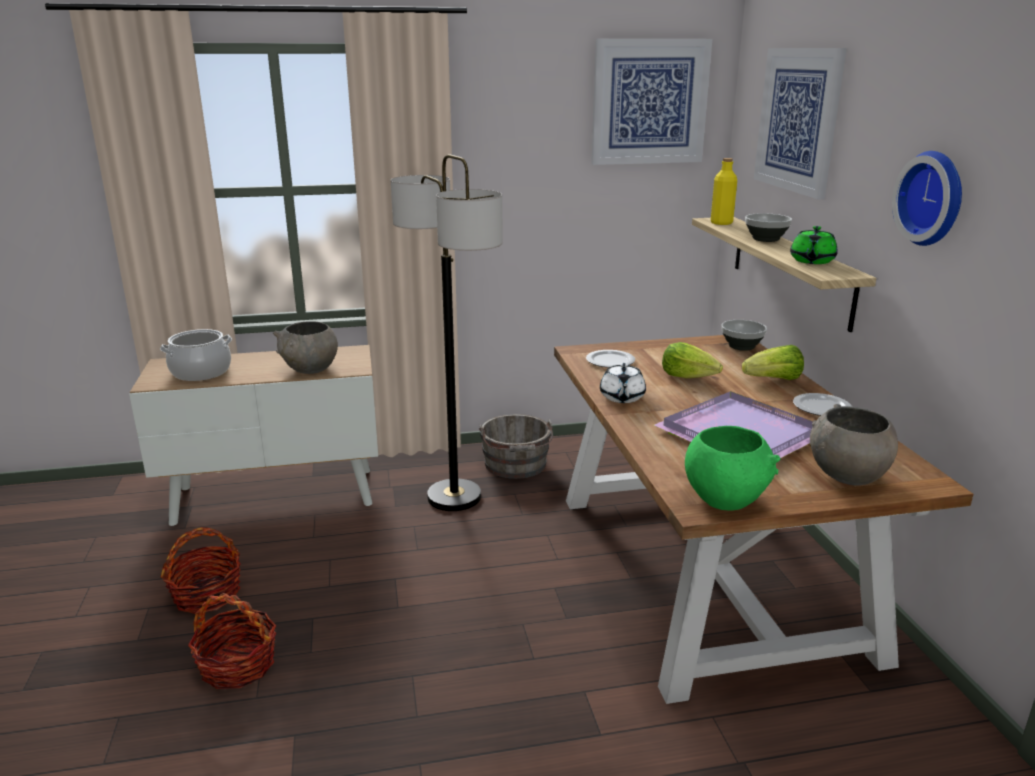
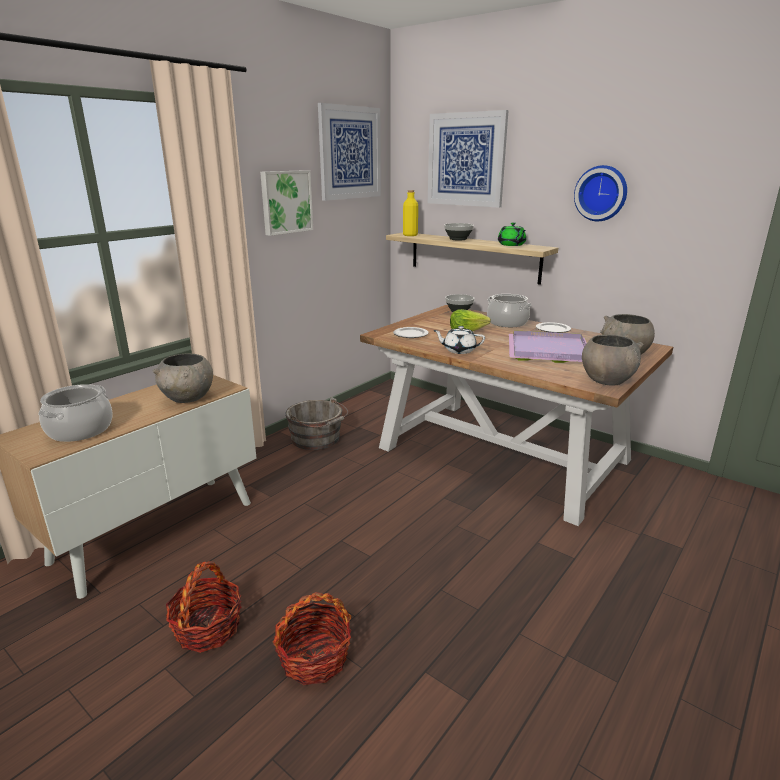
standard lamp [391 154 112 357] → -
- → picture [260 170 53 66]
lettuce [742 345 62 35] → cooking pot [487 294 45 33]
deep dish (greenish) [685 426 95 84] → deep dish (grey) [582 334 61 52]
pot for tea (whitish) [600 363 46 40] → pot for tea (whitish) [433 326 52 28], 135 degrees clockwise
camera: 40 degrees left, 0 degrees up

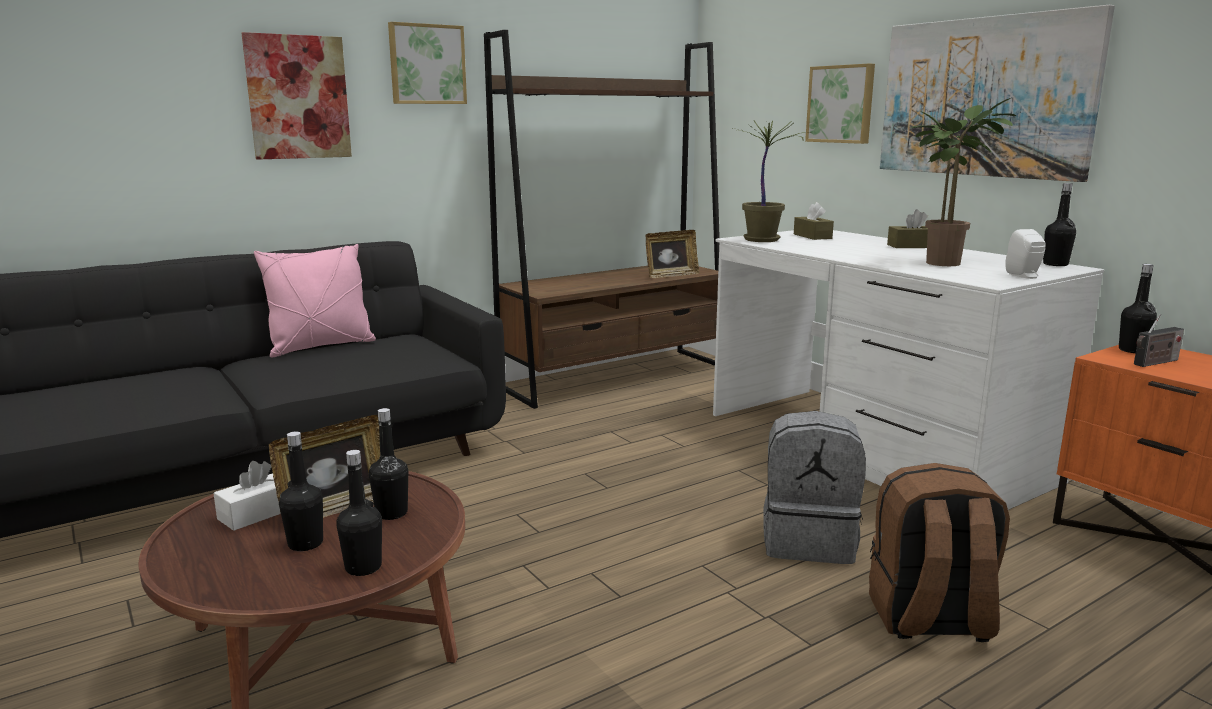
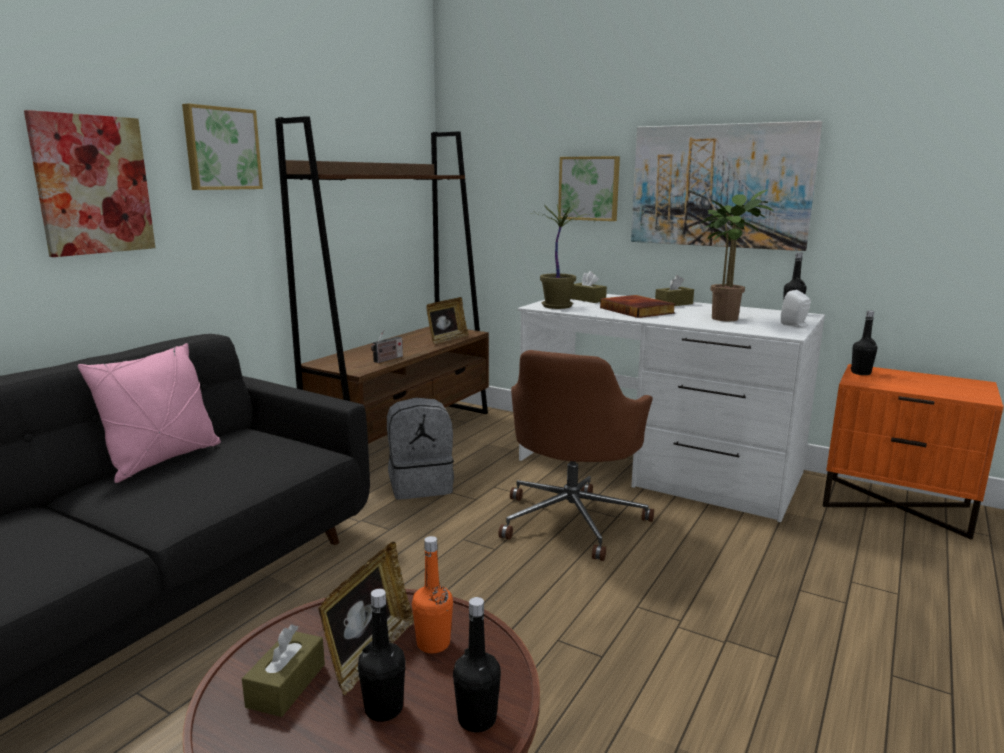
backpack (brown-coloured) [869 463 141 179] → -
- → desk chair (brown-coloured) [498 350 156 211]
- → book [600 295 75 23]
backpack (grey) [763 411 103 153] → backpack (grey) [387 398 67 102], shifted
radio receiver [1134 314 50 53] → radio receiver [371 330 32 33], shifted
tissue holder (whitish) [213 461 68 70] → tissue holder (brown-coloured) [242 624 83 93]
drink bottle (black-coloured) [369 408 39 112] → drink bottle (orange-coloured) [412 536 41 118]
camera: 25 degrees left, 0 degrees up

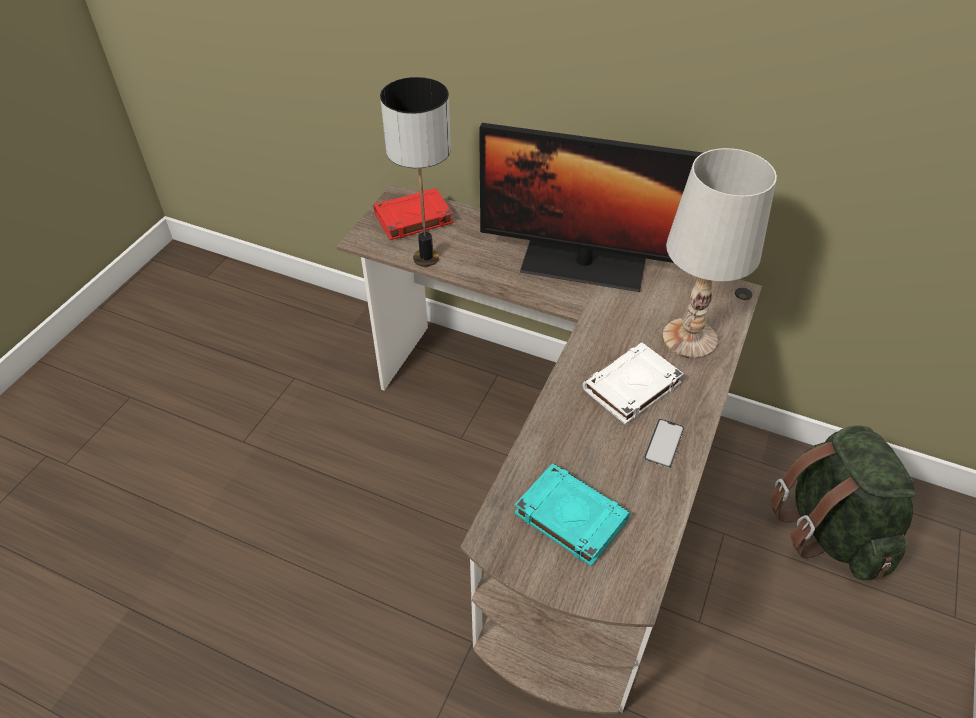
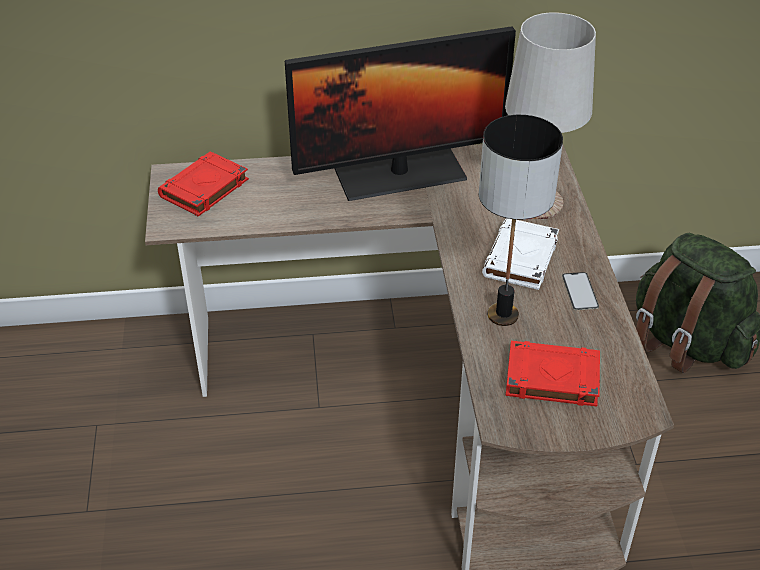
table lamp [380 77 71 190] → table lamp [479 115 84 211], shifted
book (turquoise-coloured) [514 463 116 103] → book (red-coloured) [506 341 94 65]
camera: 30 degrees left, 5 degrees down

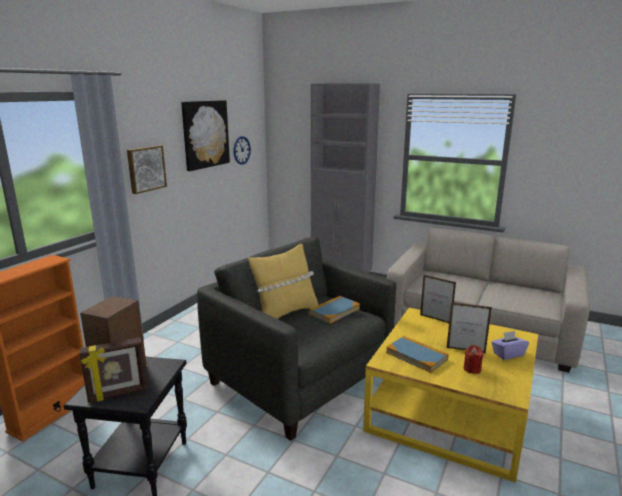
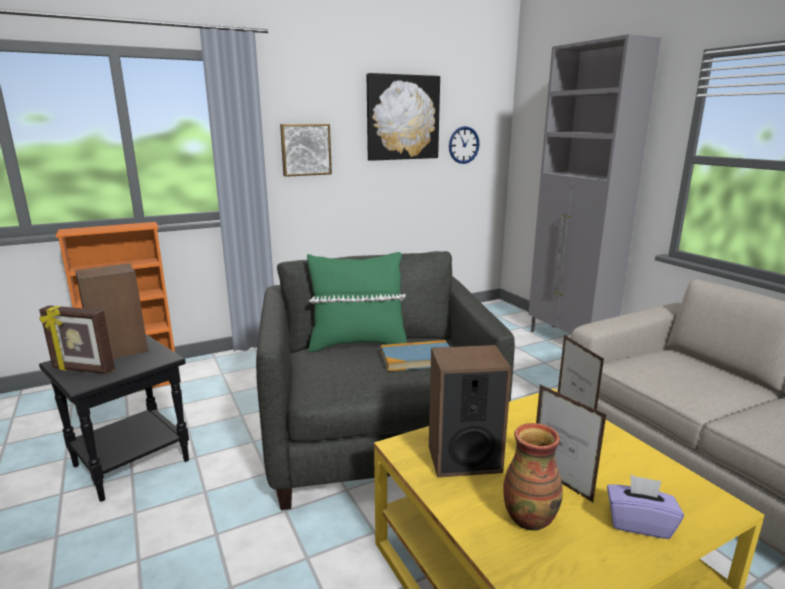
book [386 336 62 37] → loudspeaker [429 345 83 132]
wax candle (red-coloured) [464 345 19 29] → vase [503 423 60 108]
cushion (yellowish) [248 244 70 75] → cushion (greenish) [307 252 100 100]
camera: 35 degrees right, 0 degrees up

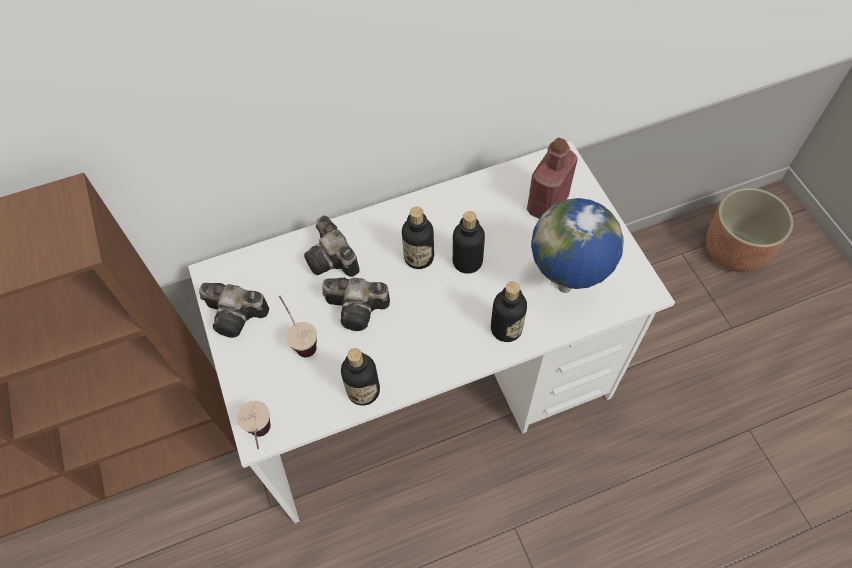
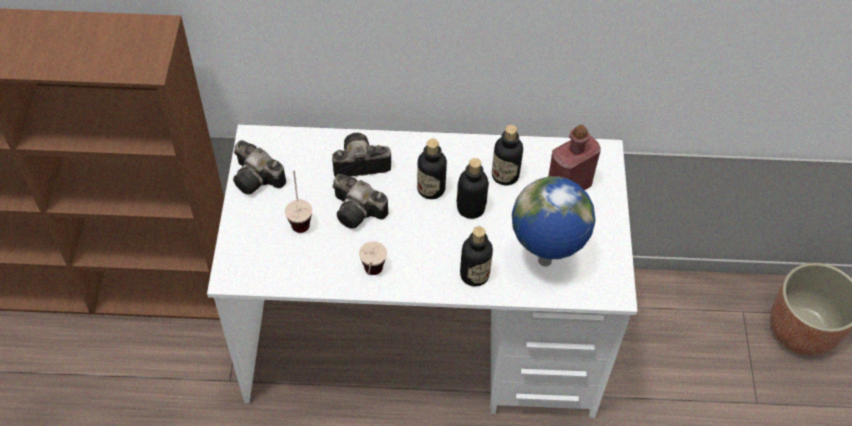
cup [237 401 34 48] → cup [359 241 28 34], shifted
drink bottle [341 348 39 57] → drink bottle [492 125 31 61], shifted
photo camera [304 215 55 62] → photo camera [332 133 59 44], 90 degrees clockwise
camera: 20 degrees right, 5 degrees down

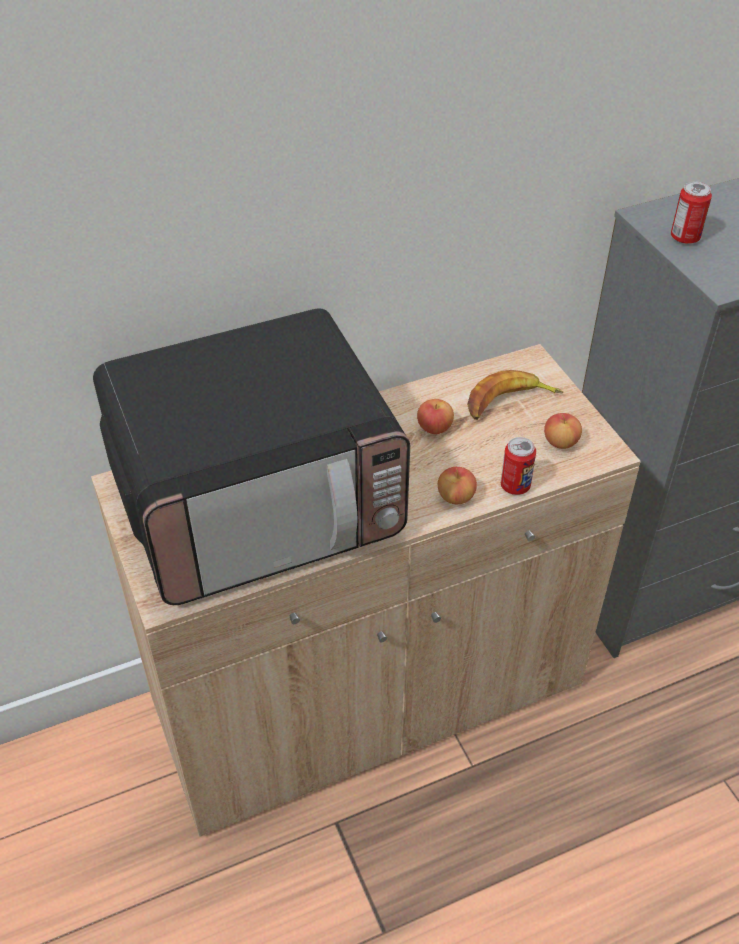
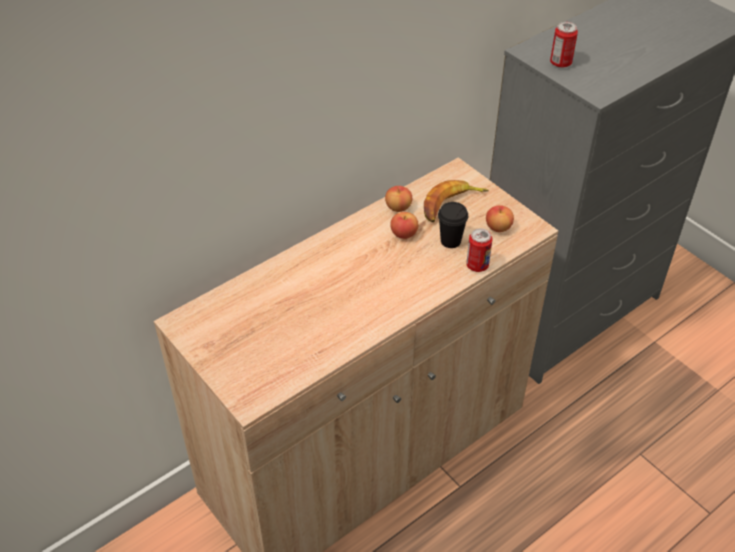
microwave [93 308 317 297] → -
- → cup (black-coloured) [438 202 30 46]
apple [438 467 39 37] → apple [385 186 27 26], shifted
camera: 15 degrees left, 0 degrees up

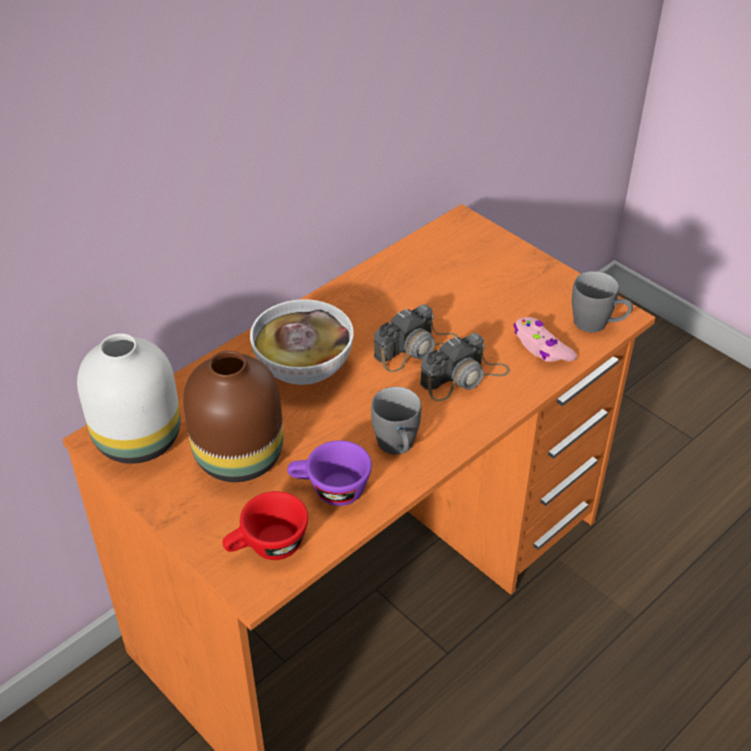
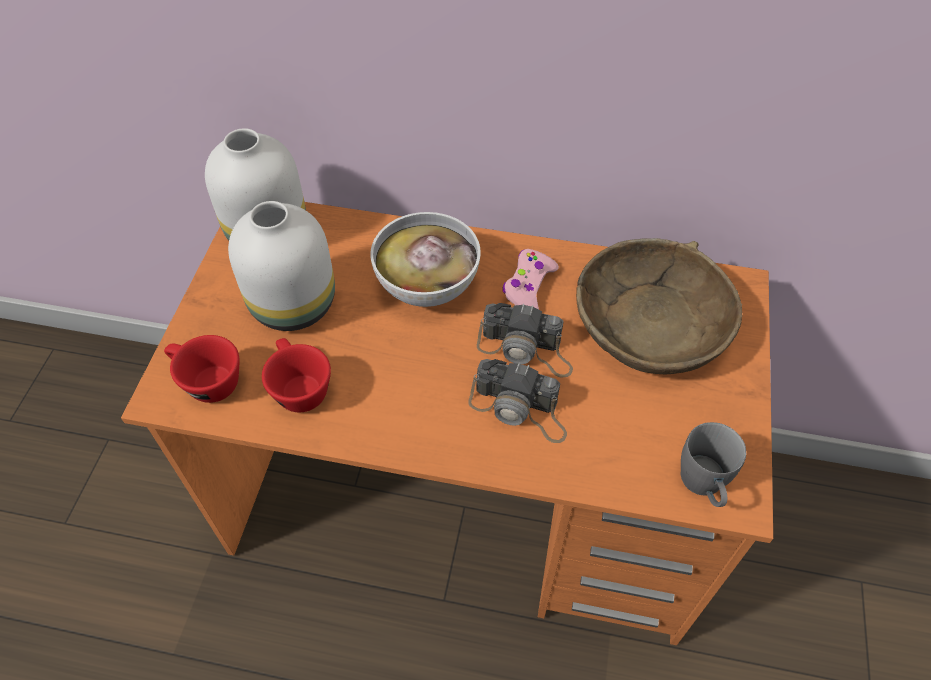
coffee mug (grey) [371 387 50 67] → -
- → deep dish (brown-coloured) [576 238 166 136]
game controller (pink-coloured) [514 317 63 45] → game controller (pink-coloured) [502 249 57 60], shifted
vase (brown-coloured) [183 351 100 131] → vase (whitish) [228 201 107 130]
cup (purplish) [287 440 85 66] → cup (red-coloured) [262 338 69 74]
camera: 55 degrees right, 10 degrees up

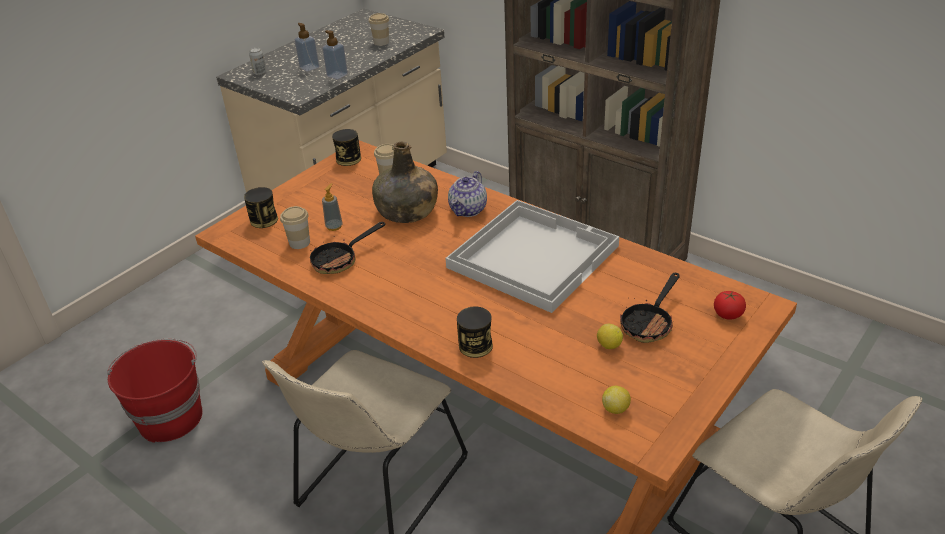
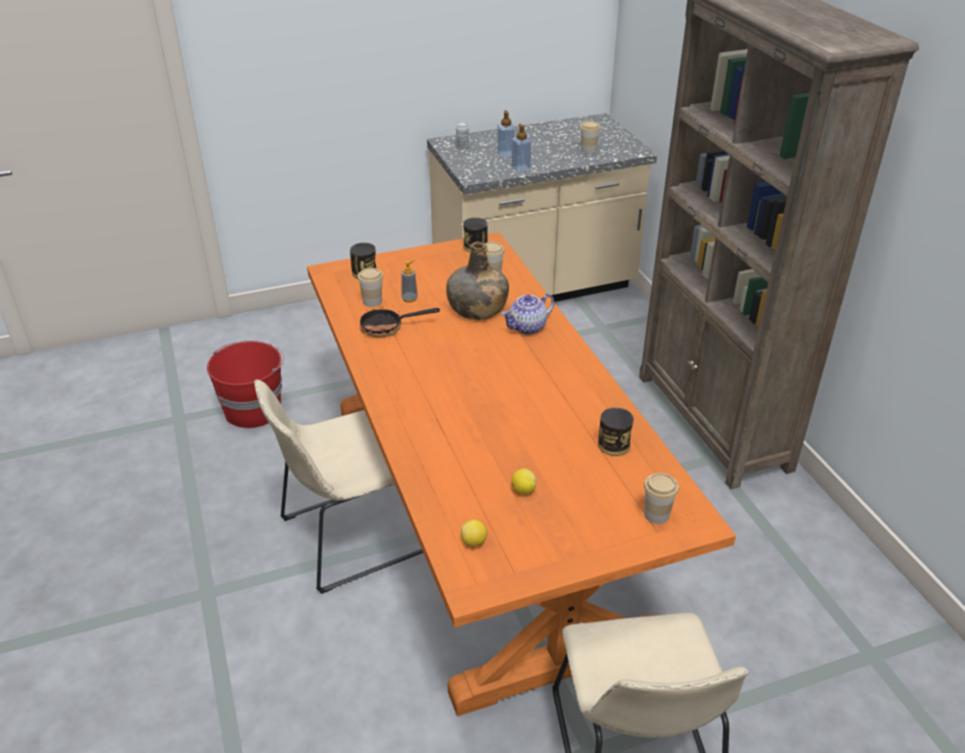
tray (whitish) [446 200 173 113] → -
skillet [620 273 60 70] → -
sealed can [457 307 36 51] → sealed can [598 408 36 48], shifted
whole tomato [714 291 32 29] → cup [644 473 35 51]
camera: 30 degrees right, 0 degrees up

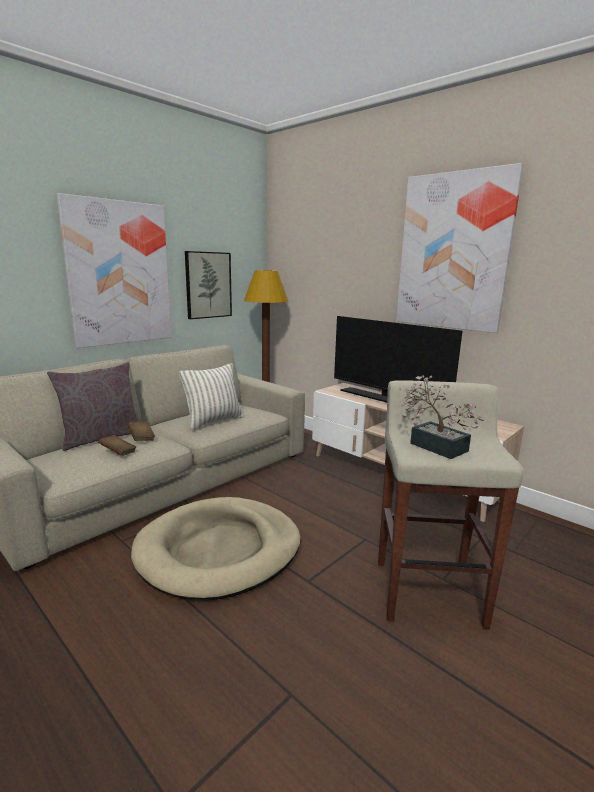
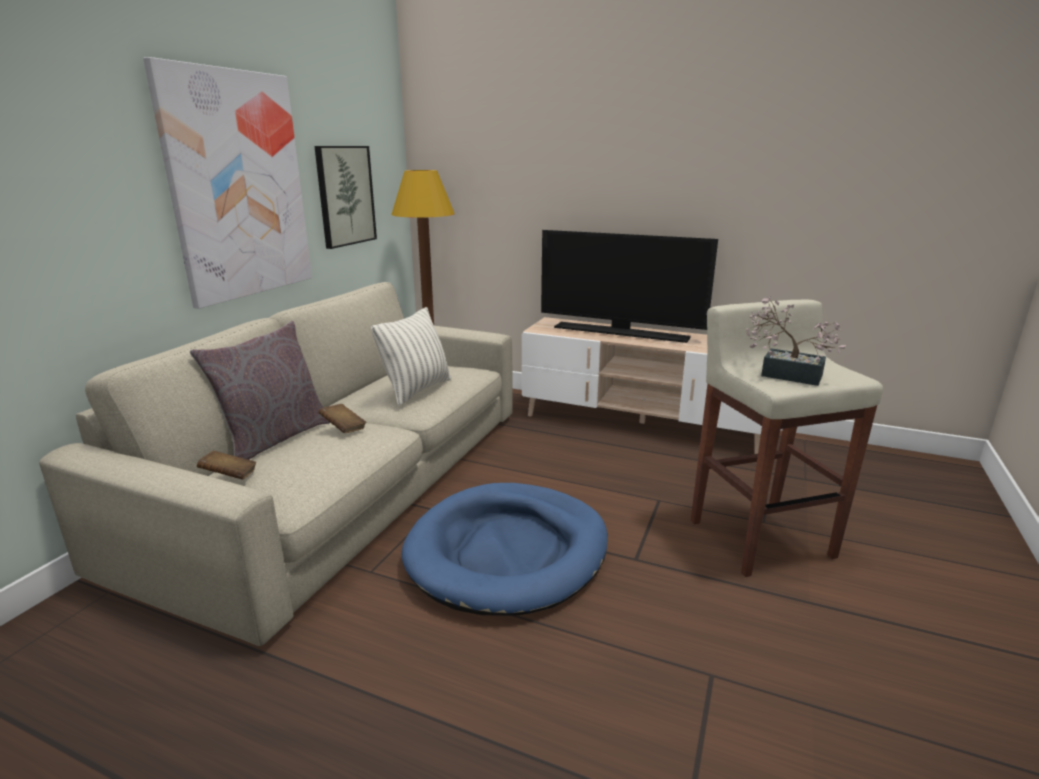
picture [396 163 128 170] → -
book (brown-coloured) [98 435 38 21] → book (brown-coloured) [197 450 60 30], shifted
pet bed (sand-coloured) [131 497 169 103] → pet bed (bluish) [401 483 207 133]
camera: 20 degrees left, 5 degrees up

